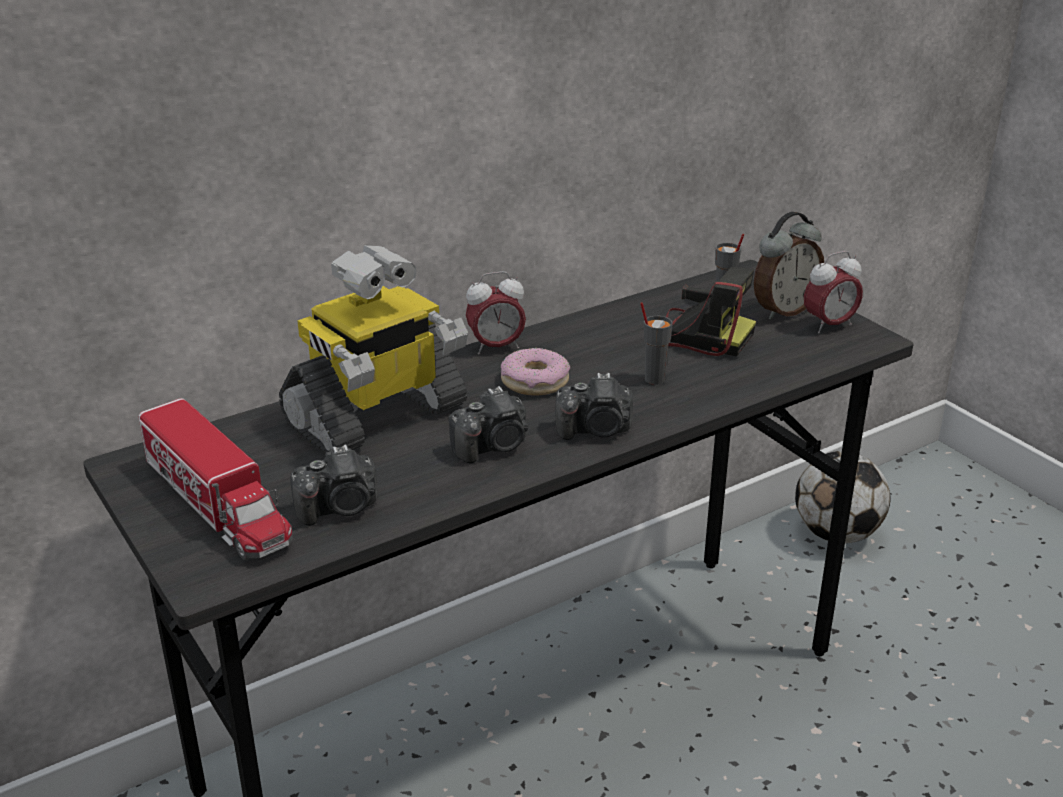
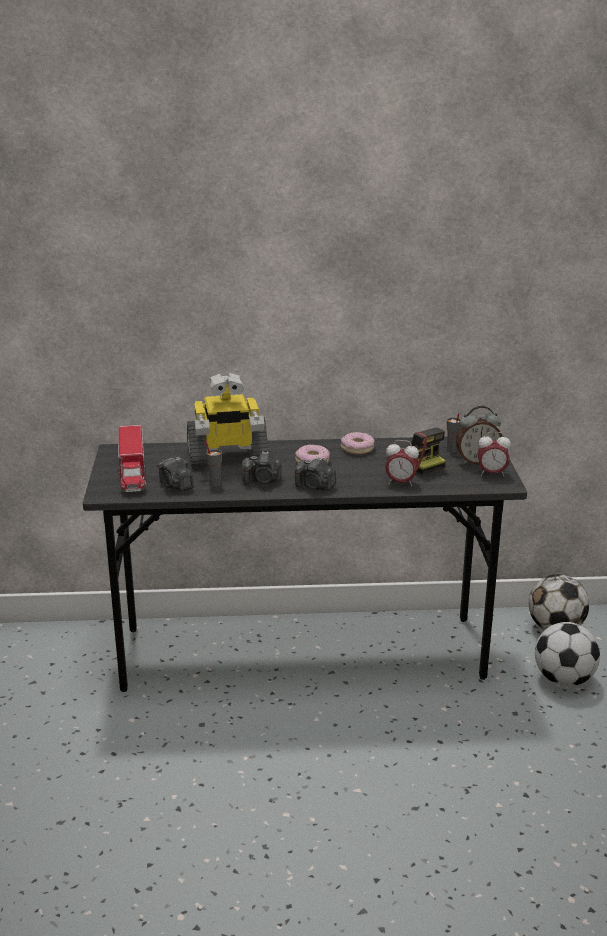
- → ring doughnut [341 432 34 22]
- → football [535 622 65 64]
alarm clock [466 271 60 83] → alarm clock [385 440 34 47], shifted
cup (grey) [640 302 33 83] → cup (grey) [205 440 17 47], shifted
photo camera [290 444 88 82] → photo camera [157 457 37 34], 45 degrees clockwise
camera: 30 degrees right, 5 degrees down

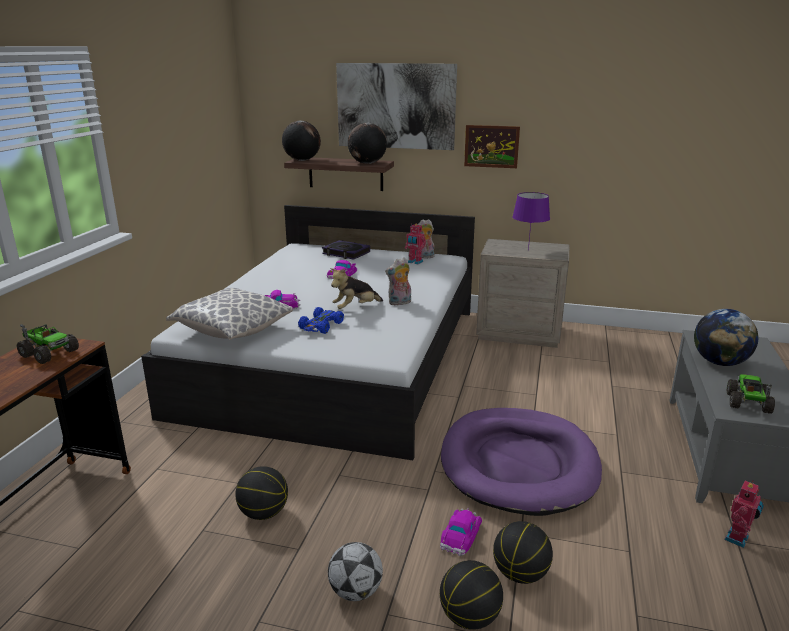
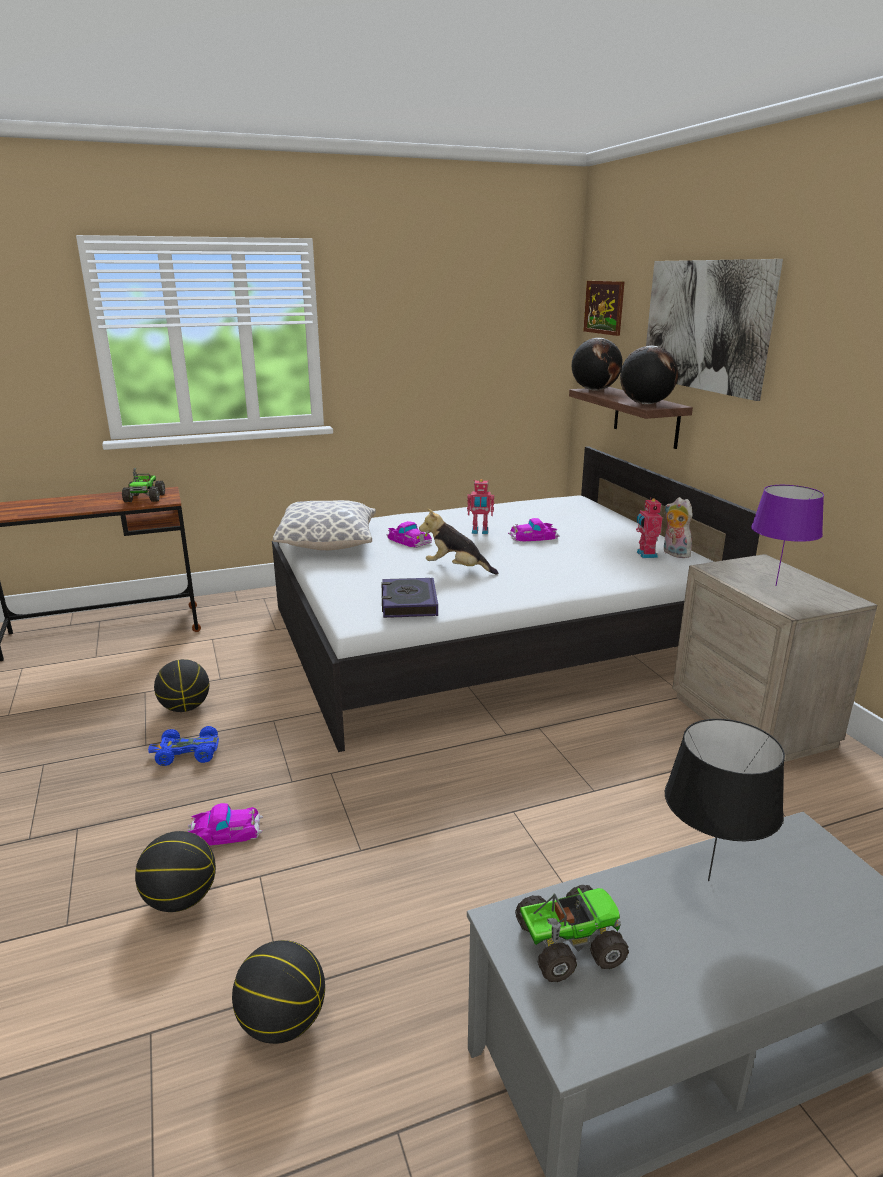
football [328 542 55 59] → -
cuddly toy [385 257 26 49] → -
pet bed (purplish) [441 408 161 108] → -
model car (bluish) [298 307 46 27] → model car (bluish) [148 726 71 40], shifted
book [322 240 48 20] → book [381 578 57 40], shifted
ball for basketball [440 560 63 70] → ball for basketball [232 940 93 104], shifted
picture [464 125 56 43] → picture [583 281 41 55], shifted
model robot [724 480 40 68] → model robot [467 479 27 55], shifted
world globe [694 309 65 57] → table lamp (black-coloured) [665 719 120 162]
camera: 55 degrees right, 0 degrees up

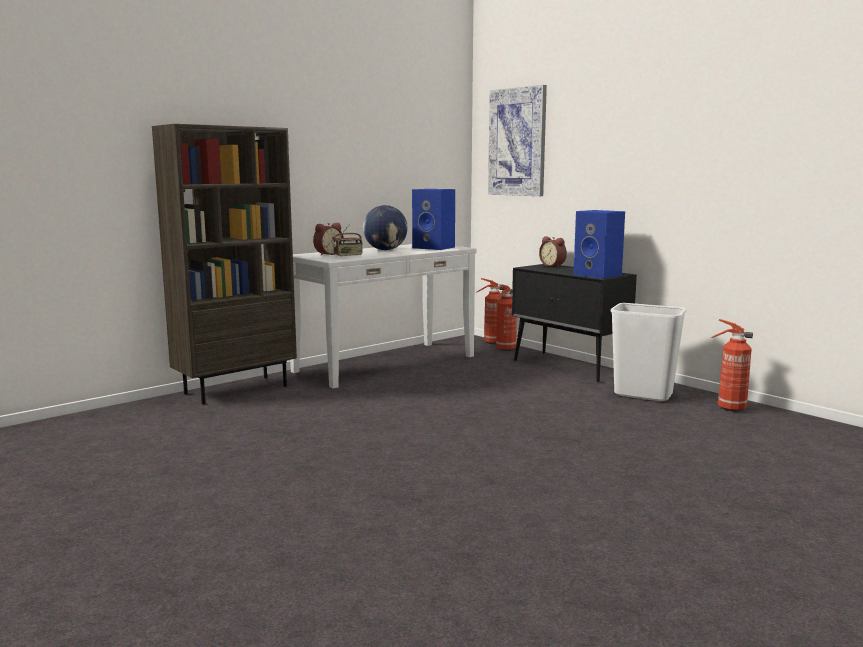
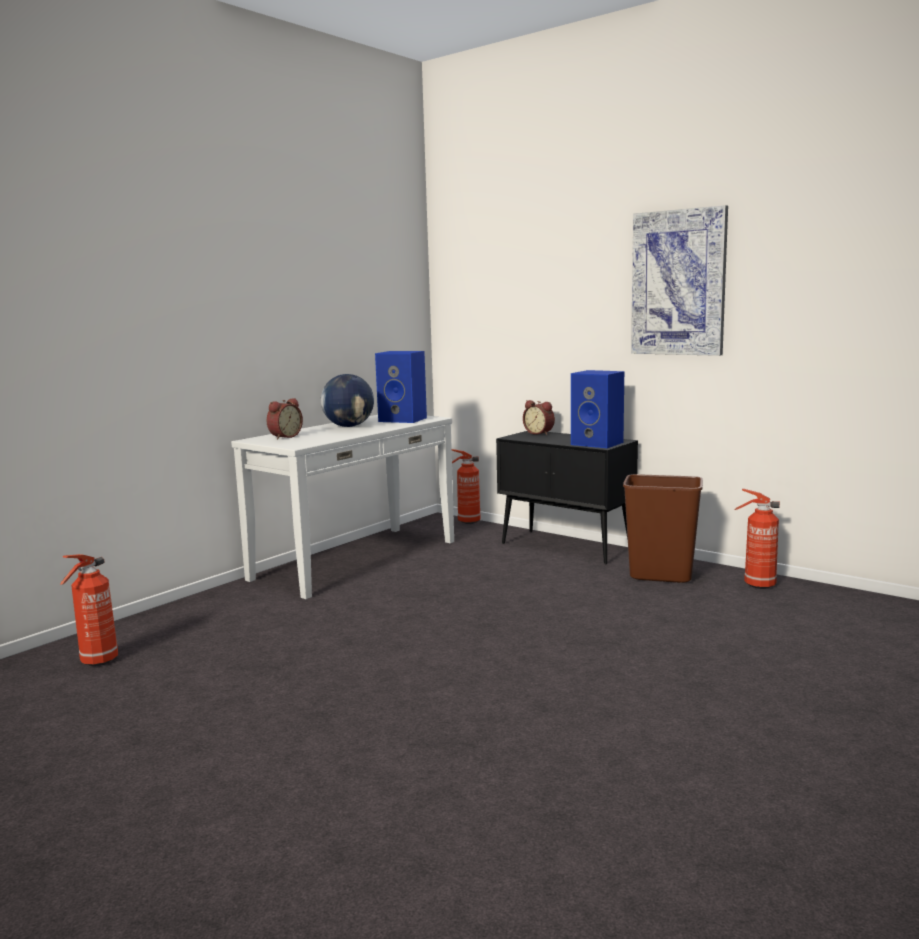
shelving unit (brown-coloured) [152 124 145 280] → -
radio receiver [332 224 31 33] → -
picture [488 85 59 111] → picture [631 205 97 151], shifted
fire-fighting cylinder [496 284 21 67] → fire-fighting cylinder [60 554 58 112], shifted
trash can (whitish) [611 303 75 98] → trash can (brown-coloured) [623 474 80 109]
camera: 10 degrees left, 0 degrees up

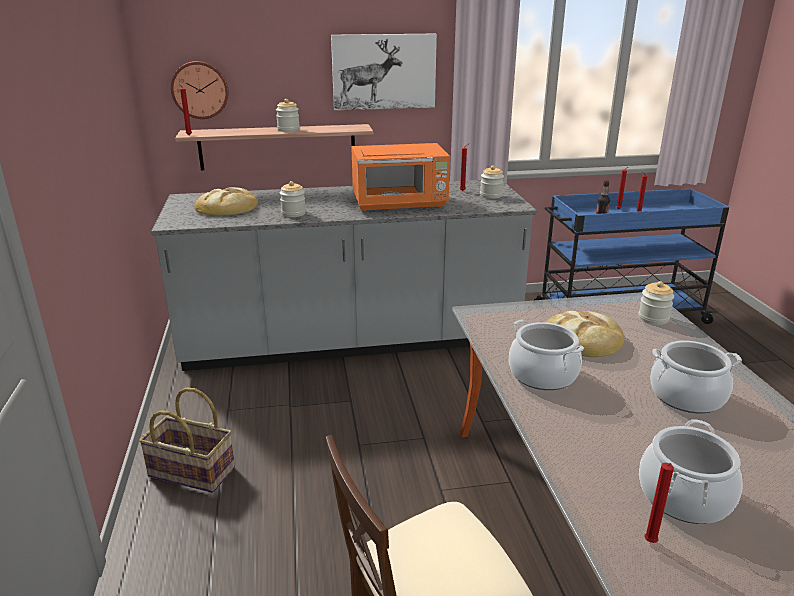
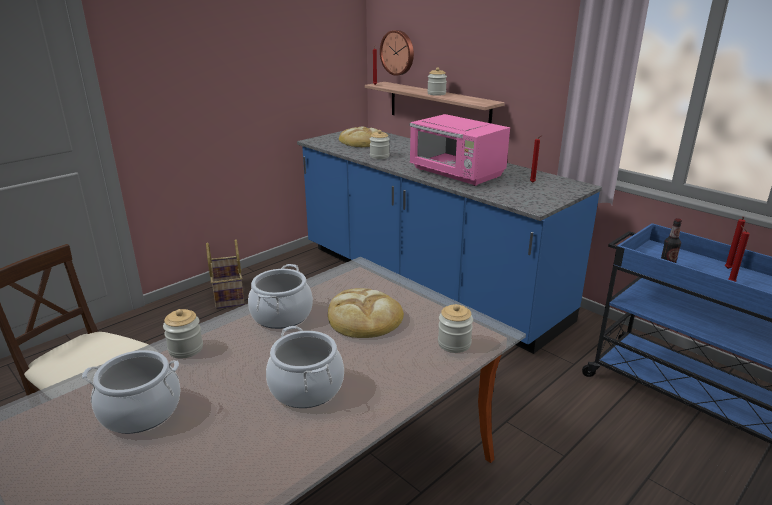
picture [331 34 106 76] → -
wax candle (red-coloured) [644 463 30 80] → -
jar [480 165 24 34] → jar [163 309 40 49], shifted
kitchen counter (grey) [151 180 386 191] → kitchen counter (bluish) [297 126 305 228]
microwave (orange-coloured) [351 143 99 68] → microwave (pink-coloured) [409 114 101 72]
camera: 55 degrees right, 0 degrees up

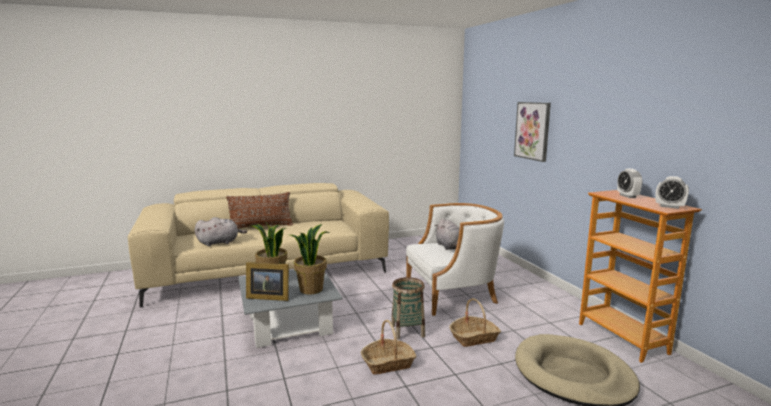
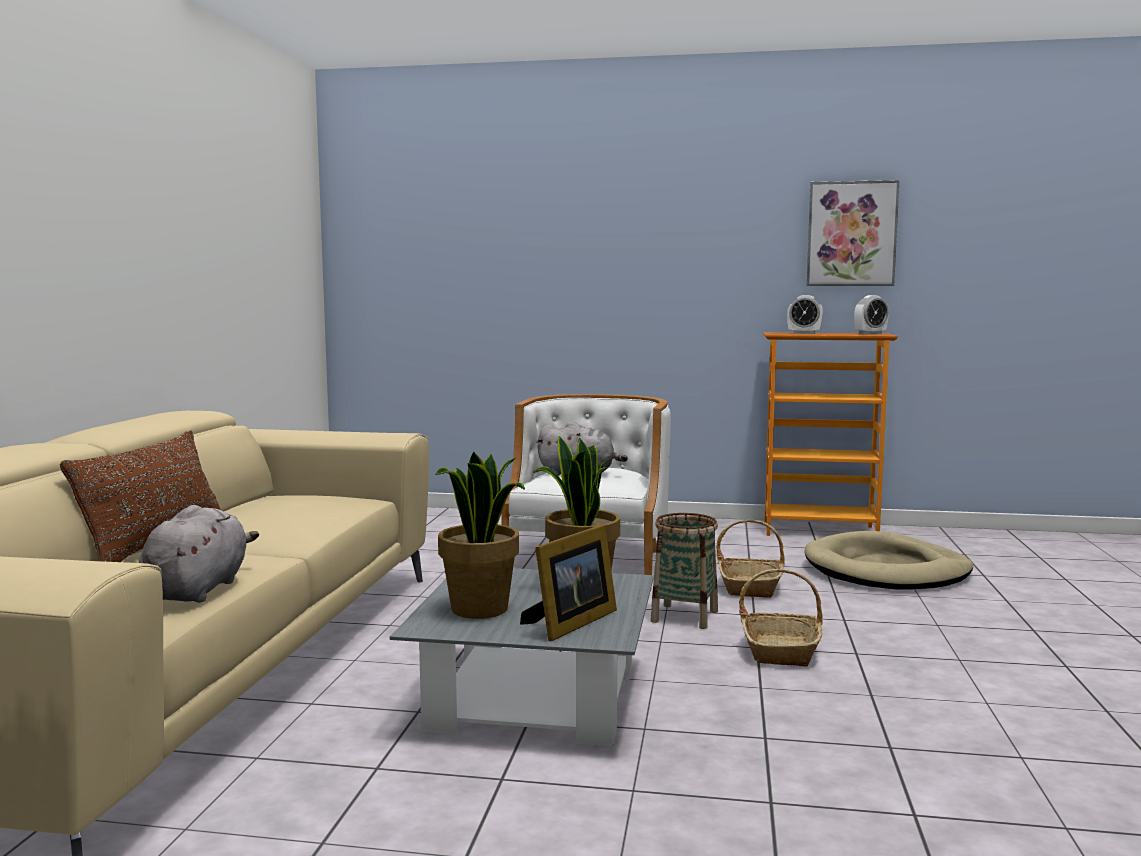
picture [514 102 37 60] → picture [807 180 92 106], shifted
camera: 60 degrees left, 5 degrees down

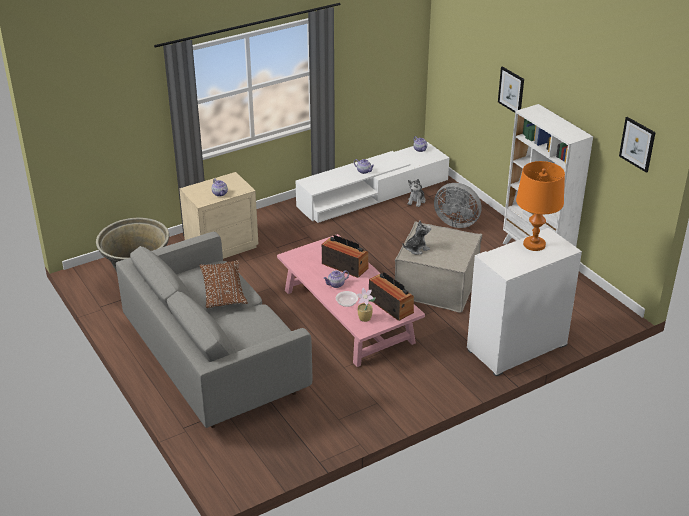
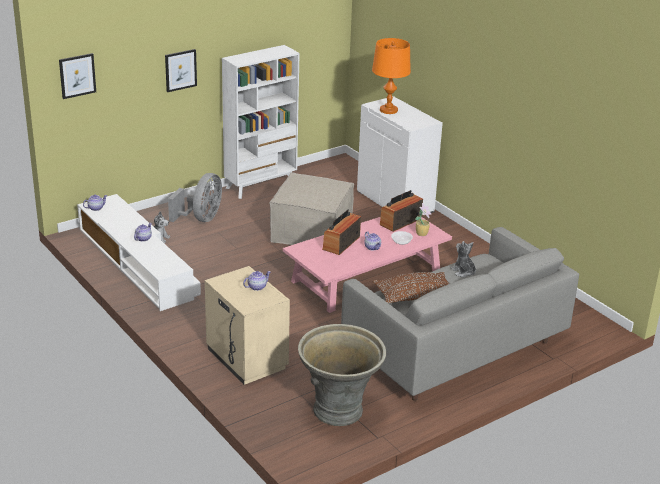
cuddly toy [403 221 28 34] → cuddly toy [451 241 25 36], shifted
picture [619 117 37 56] → picture [59 53 37 46], shifted
camera: 95 degrees left, 5 degrees down

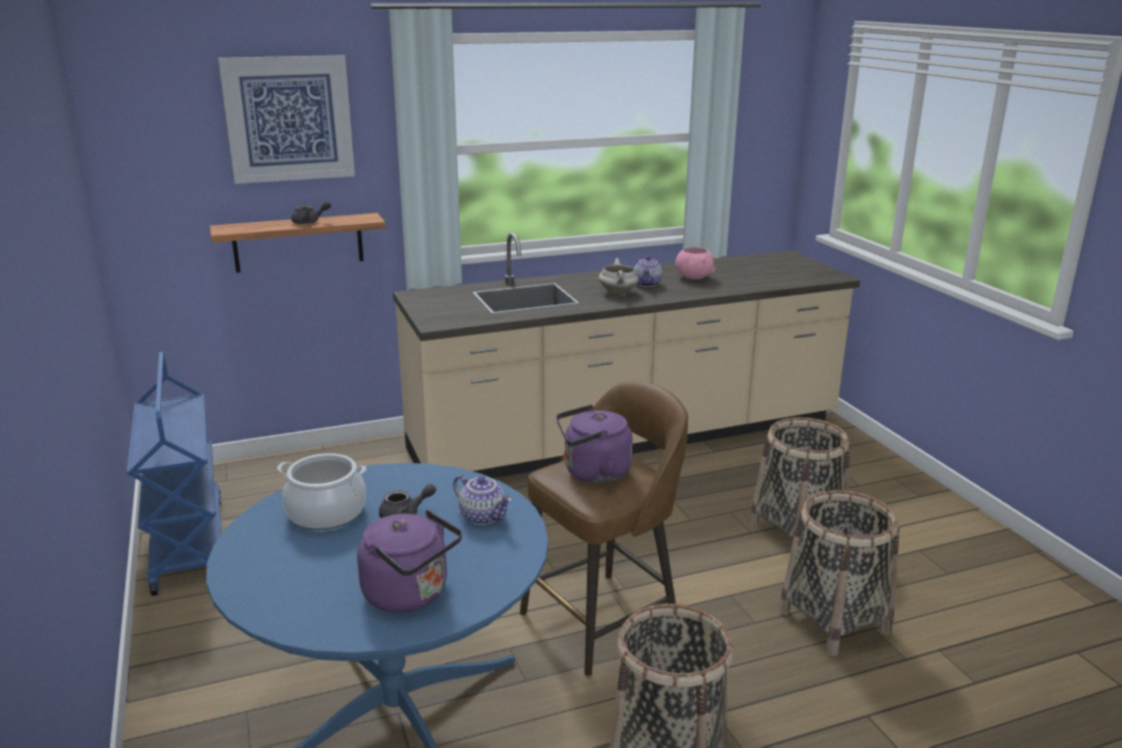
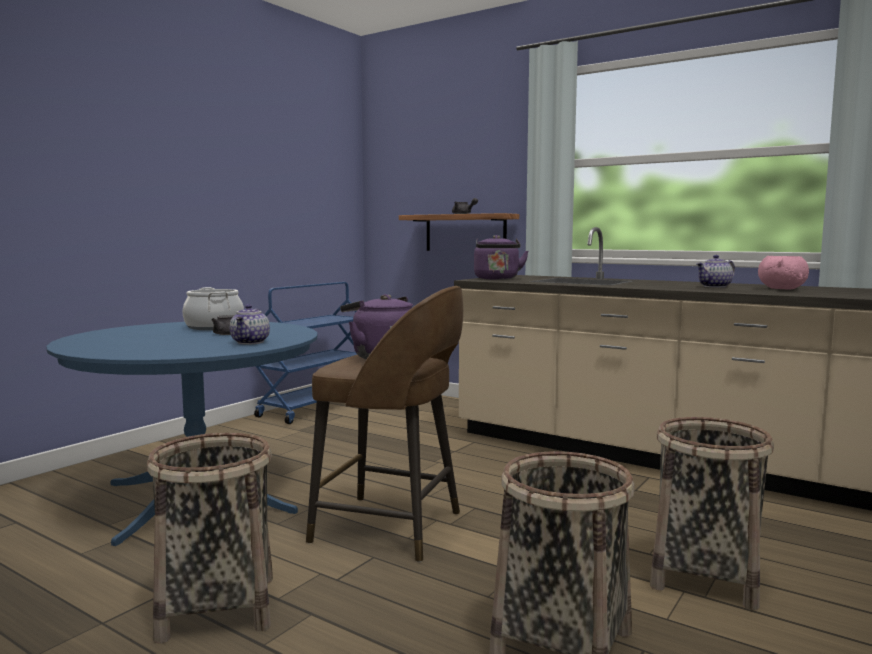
picture [218 55 137 129] → -
cooking pot (whitish) [599 259 40 35] → -
water kettle (purplish) [357 510 105 102] → water kettle (purplish) [474 235 55 45], shifted
camera: 55 degrees right, 15 degrees down

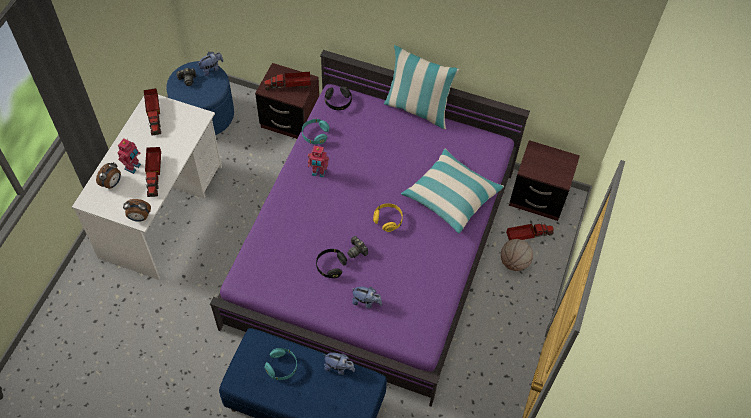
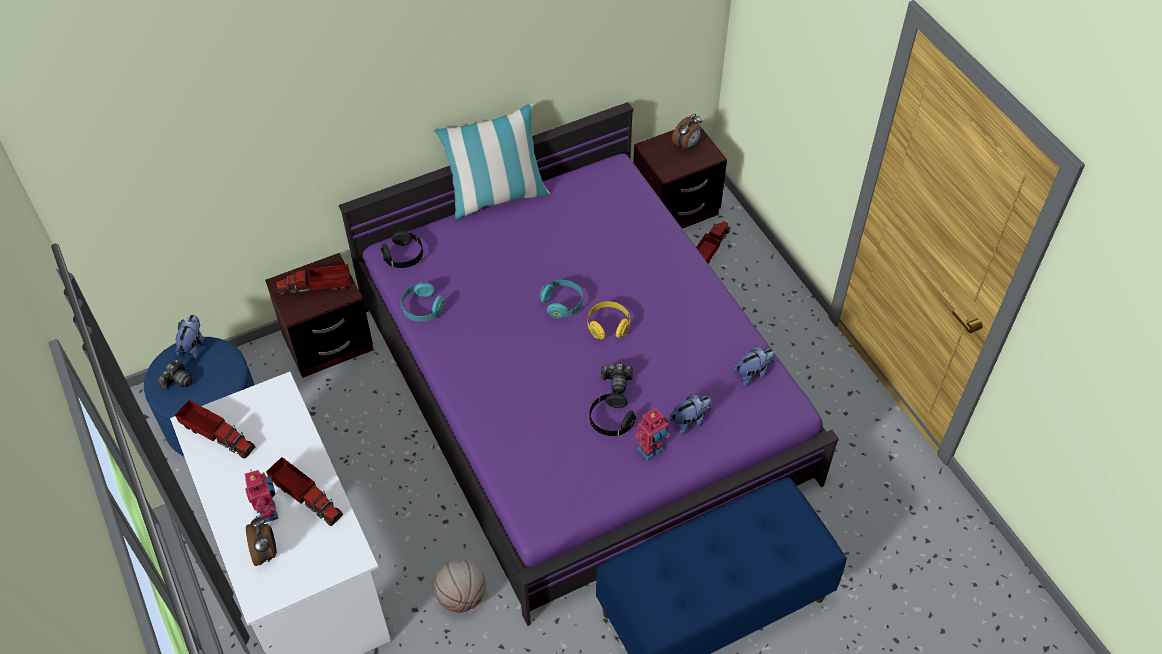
cushion [401 148 103 86] → -
alarm clock [123 199 28 23] → alarm clock [672 114 30 36], shifted
headset (turquoise-coloured) [264 348 33 32] → headset (turquoise-coloured) [540 280 43 39], shifted
model robot [308 146 21 32] → model robot [635 408 35 53], shifted
cuddly toy [323 353 32 22] → cuddly toy [733 346 42 40], shifted
ball for basketball [501 239 32 32] → ball for basketball [434 559 52 54], shifted
toy lorry [264 72 47 18] → toy lorry [277 264 73 32], 45 degrees clockwise
camera: 45 degrees left, 5 degrees down

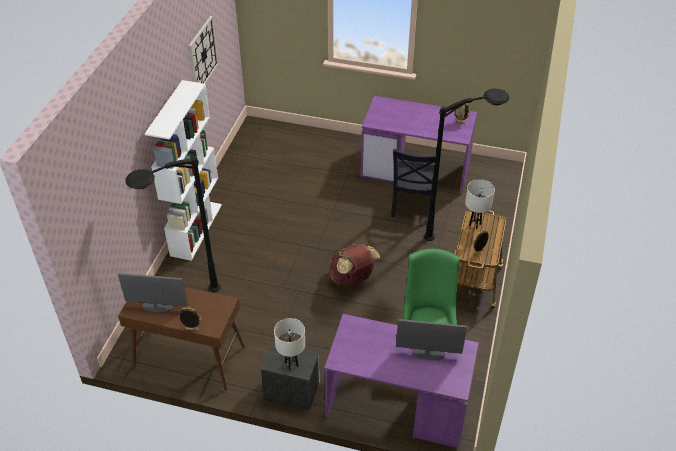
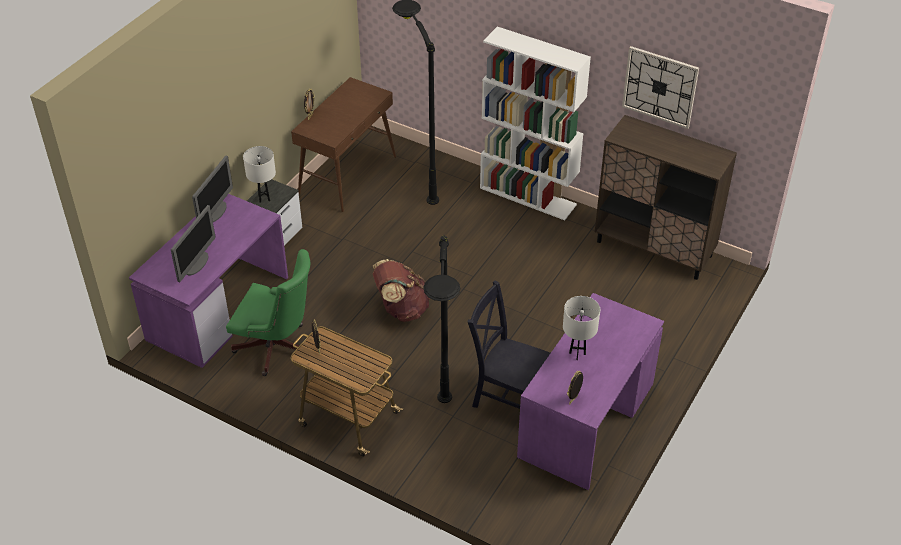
- → storage cabinet (brown-coloured) [595 115 142 165]
computer display [118 273 69 40] → computer display [192 156 41 66], shifted
table lamp (whitish) [465 179 30 50] → table lamp (whitish) [563 296 37 64], shifted
camera: 105 degrees right, 0 degrees up

